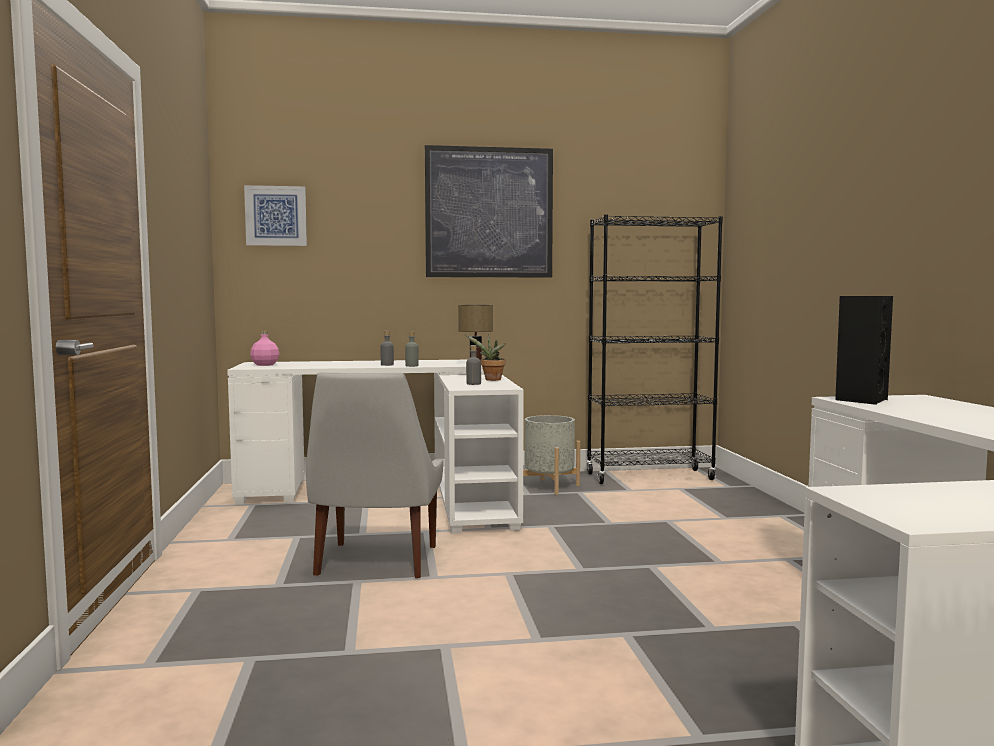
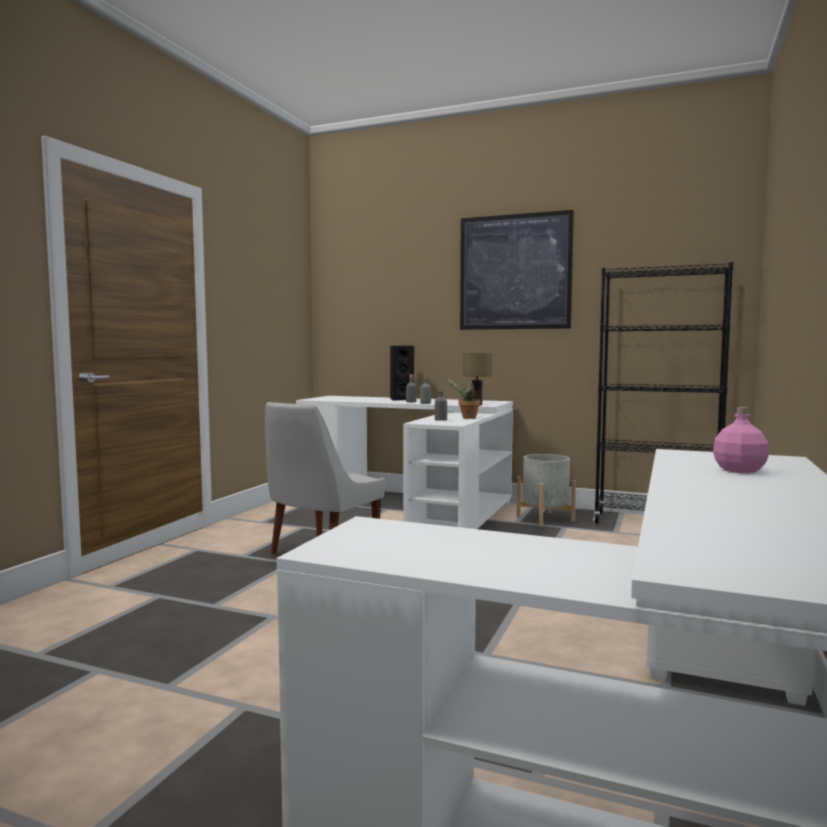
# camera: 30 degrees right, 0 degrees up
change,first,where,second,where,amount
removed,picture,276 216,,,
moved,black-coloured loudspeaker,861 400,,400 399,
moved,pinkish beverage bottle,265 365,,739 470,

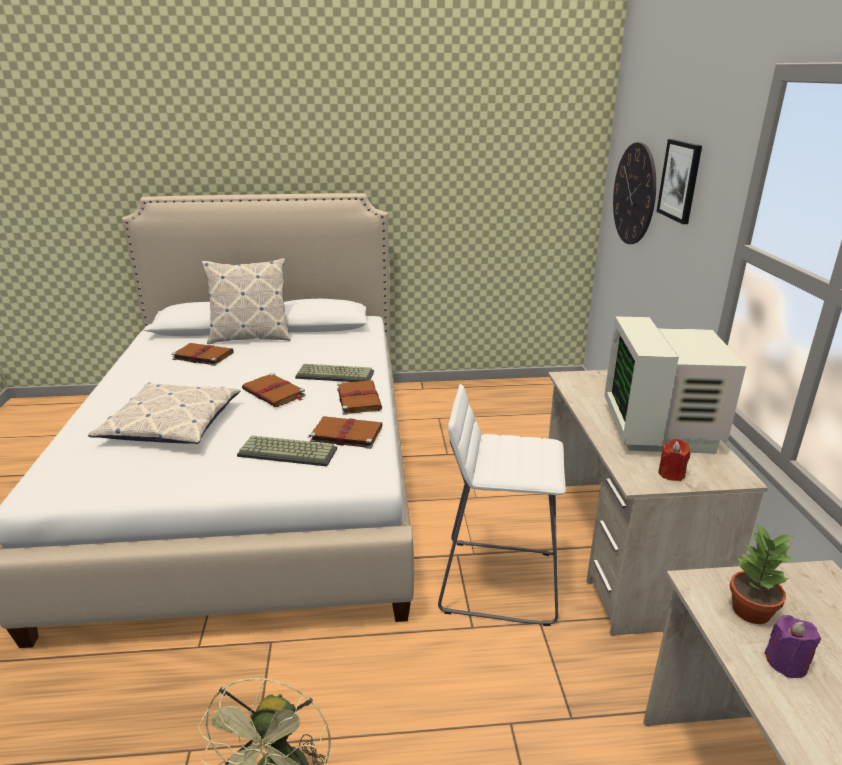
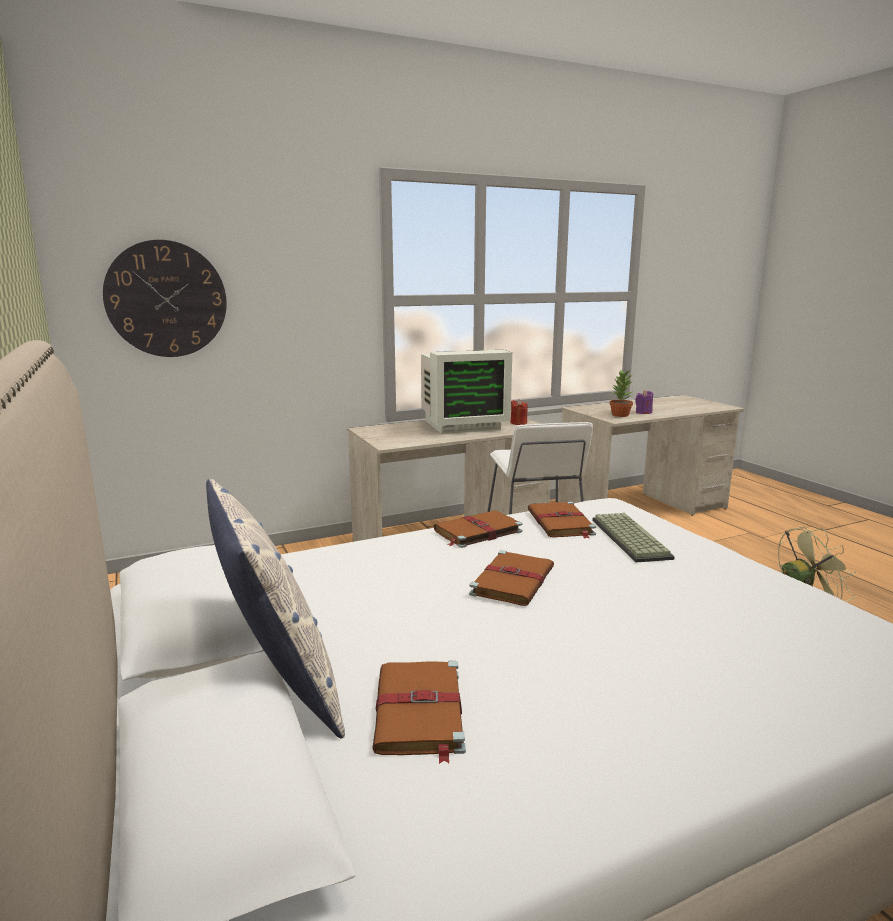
# camera: 110 degrees left, 10 degrees down
change,first,where,second,where,amount
removed,picture,680 180,,,
removed,computer keyboard,336 374,,,
removed,throw pillow,172 424,,,

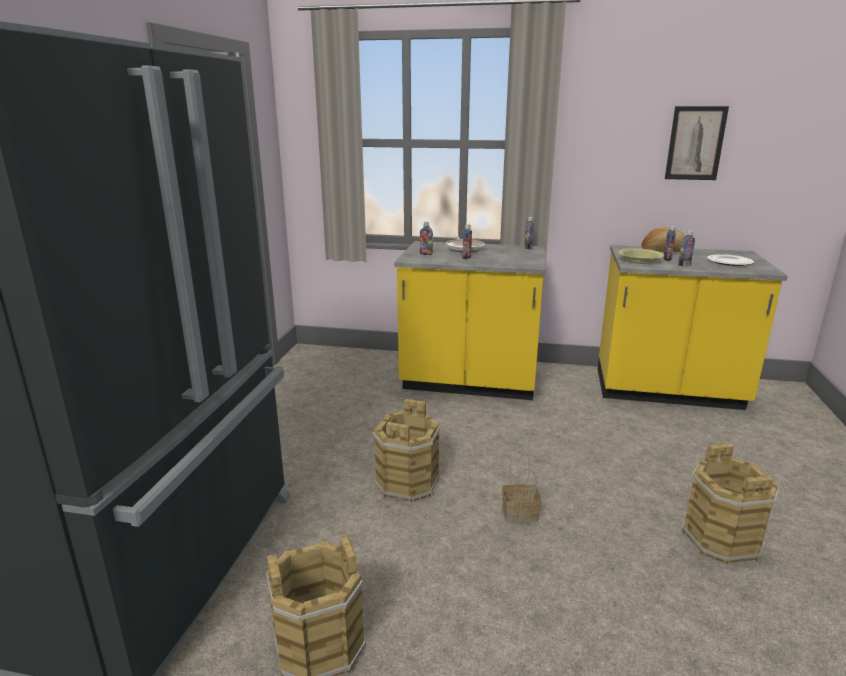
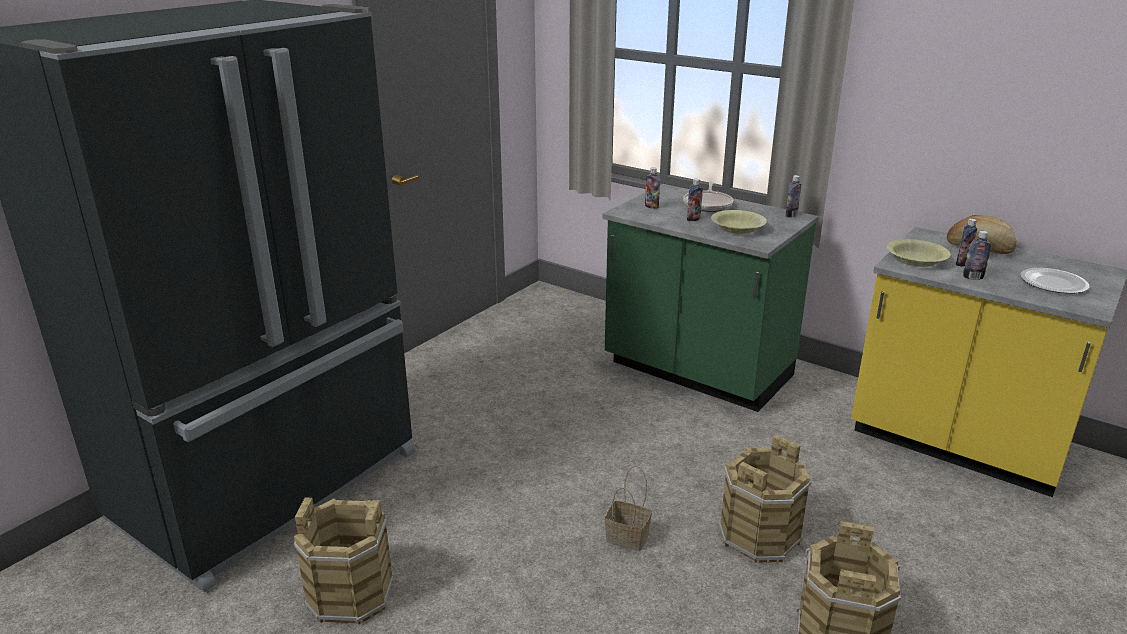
# camera: 25 degrees right, 5 degrees up
change,first,where,second,where,amount
removed,picture,695 143,,,
recoloured,yellowish kitchen base unit,469 383,green kitchen base unit,697 372,
moved,brownish pail,408 483,,759 536,
added,,,yellowish deep dish,738 229,

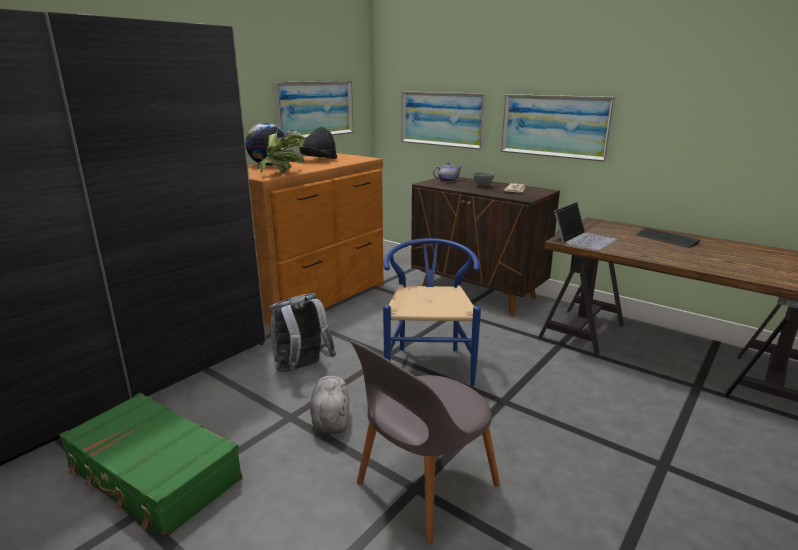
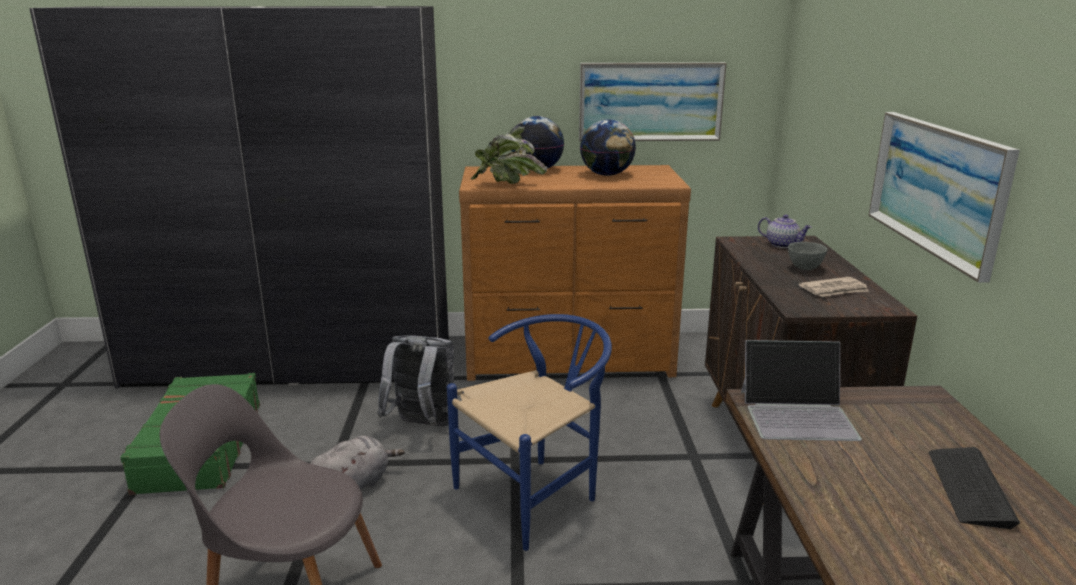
# camera: 50 degrees right, 0 degrees up
change,first,where,second,where,amount
removed,picture,442 119,,,
replaced,black-coloured clothing hat,319 160,desk globe,607 175,

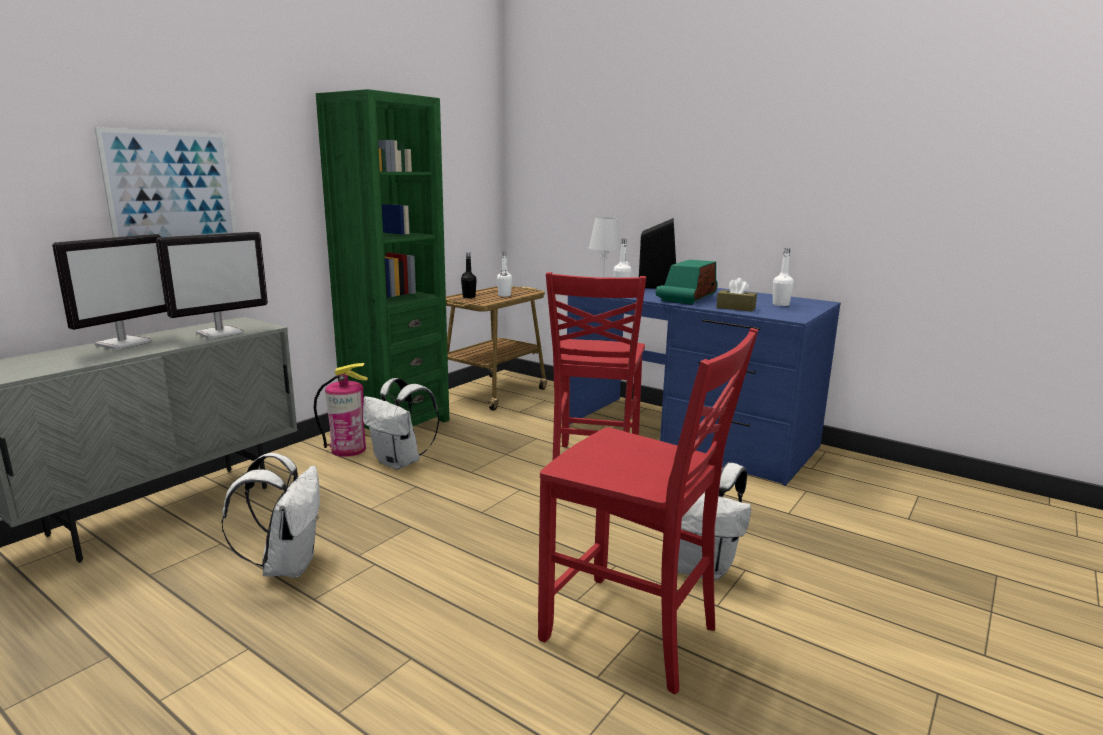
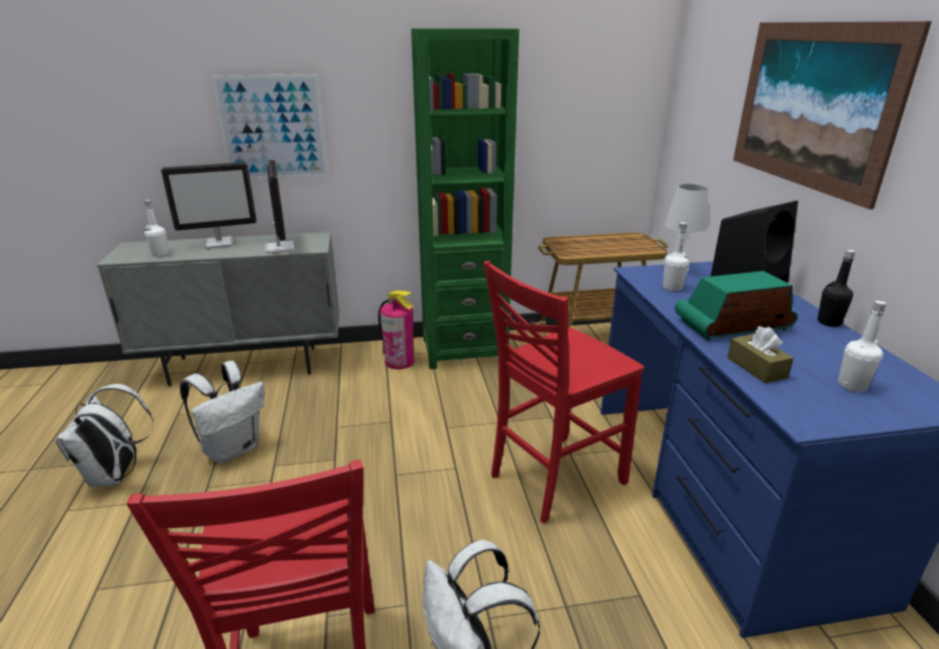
# camera: 45 degrees right, 10 degrees up
change,first,where,second,where,amount
turned,computer screen,221 333,,280 248,105 degrees counterclockwise
moved,white-coloured beverage bottle,504 295,,160 254,
moved,black-coloured beverage bottle,469 297,,829 322,
moved,white-coloured rucksack,400 462,,116 475,
added,,,picture,812 105,

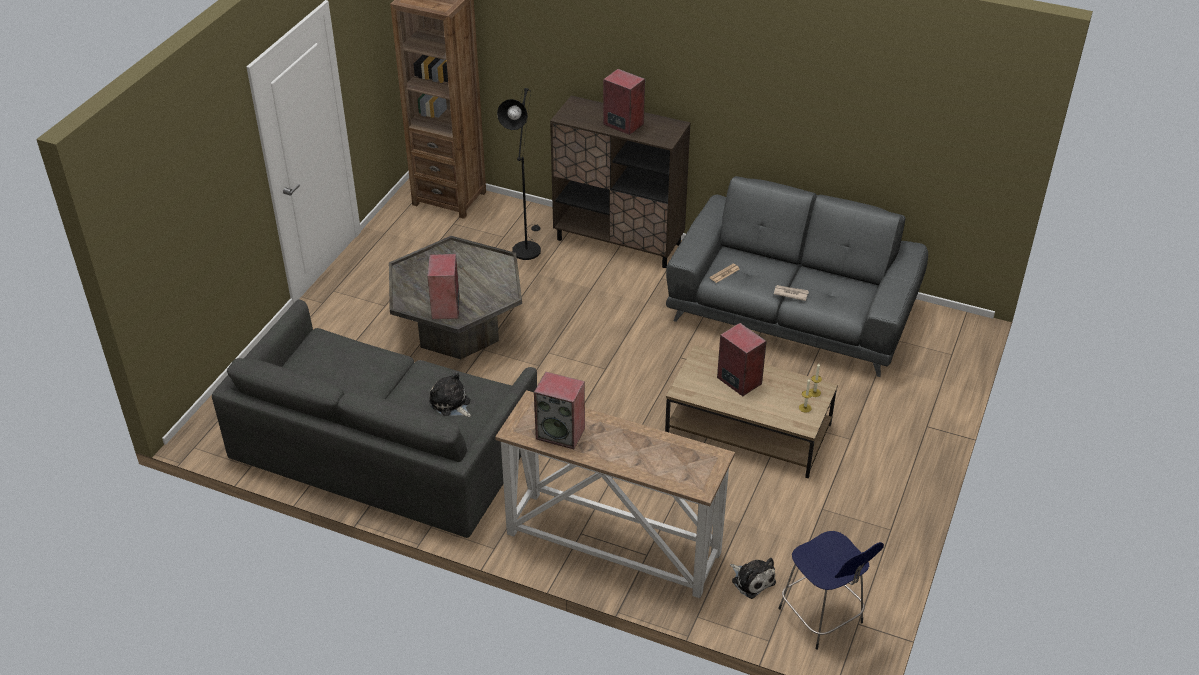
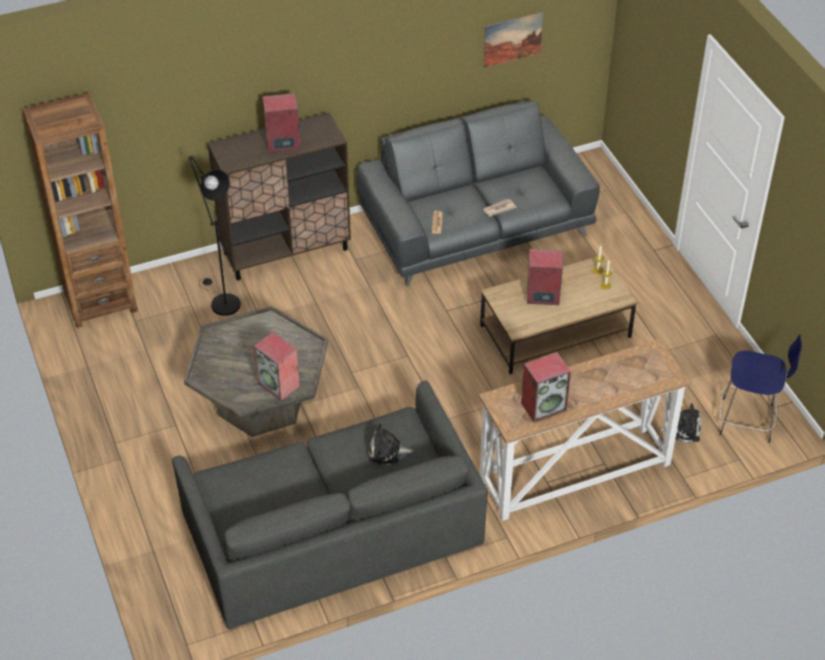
# camera: 45 degrees left, 5 degrees up
change,first,where,second,where,amount
added,,,picture,512 39,

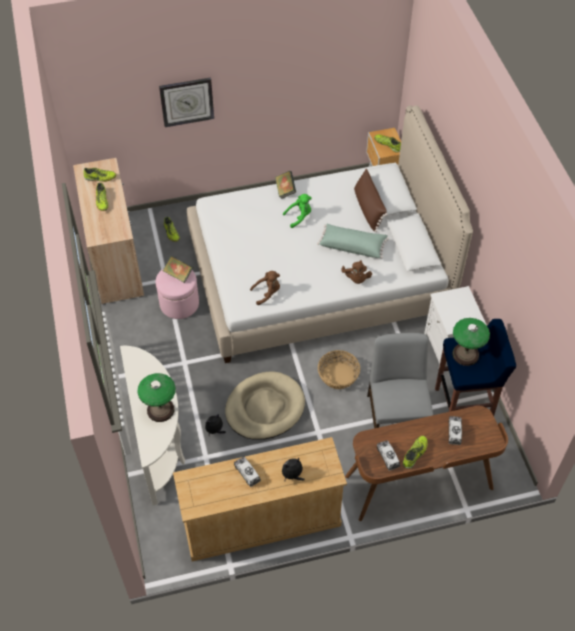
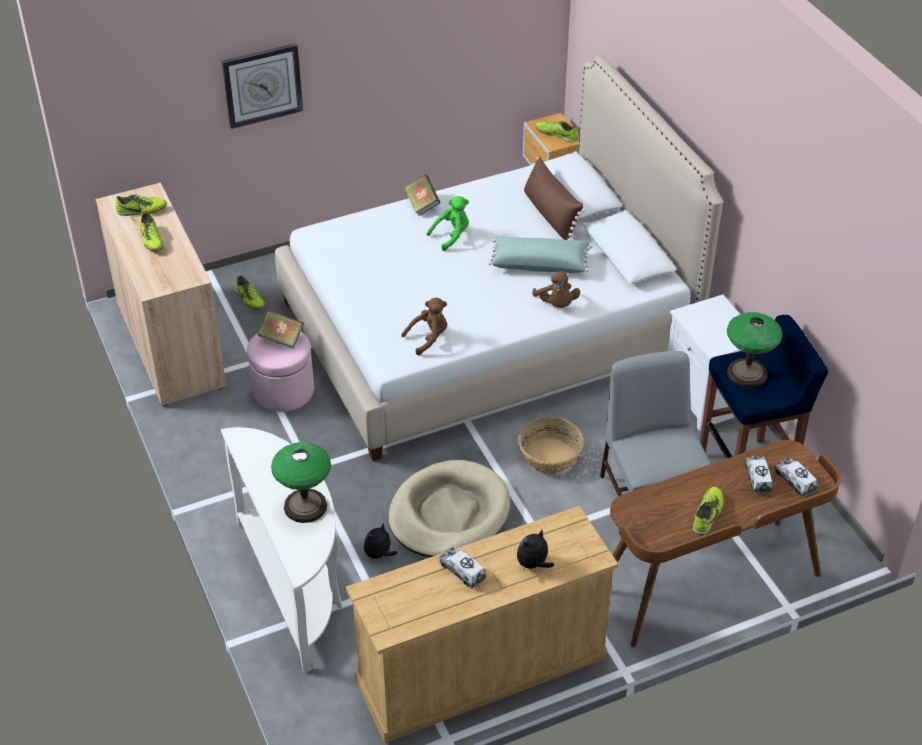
# camera: 10 degrees left, 10 degrees down
change,first,where,second,where,amount
moved,toy lorry,387 457,,795 481,

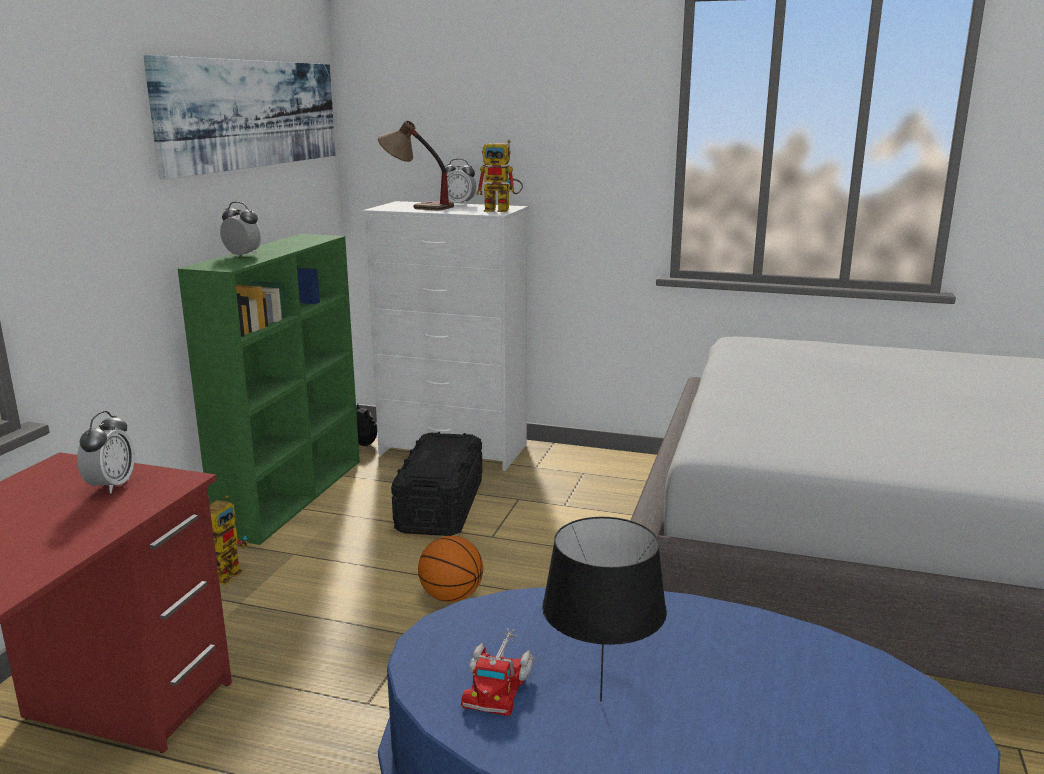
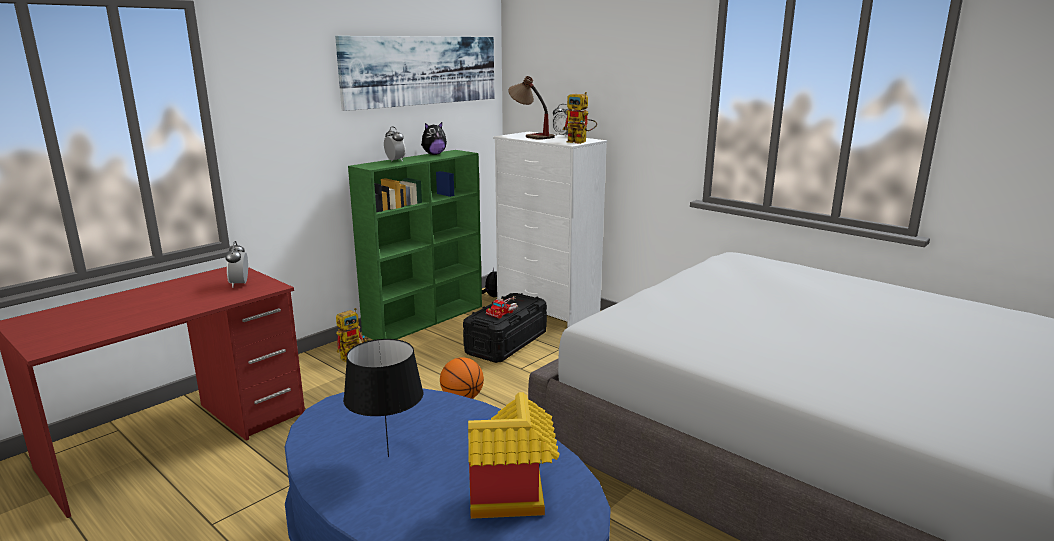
# camera: 25 degrees right, 0 degrees up
change,first,where,second,where,amount
turned,alarm clock,111 486,,240 284,135 degrees clockwise
moved,toy lorry,498 684,,503 312,
added,,,soft toy,434 154,
added,,,toy house,513 500,

